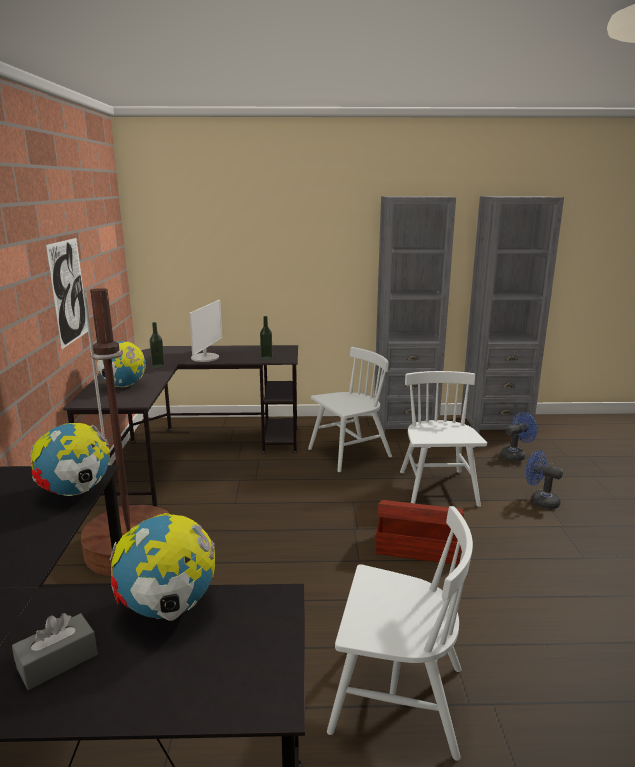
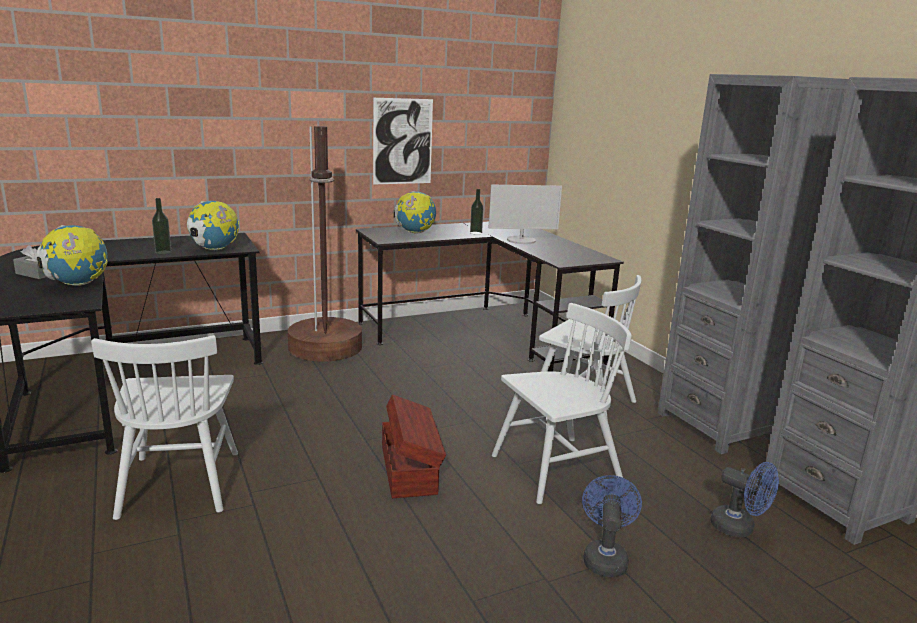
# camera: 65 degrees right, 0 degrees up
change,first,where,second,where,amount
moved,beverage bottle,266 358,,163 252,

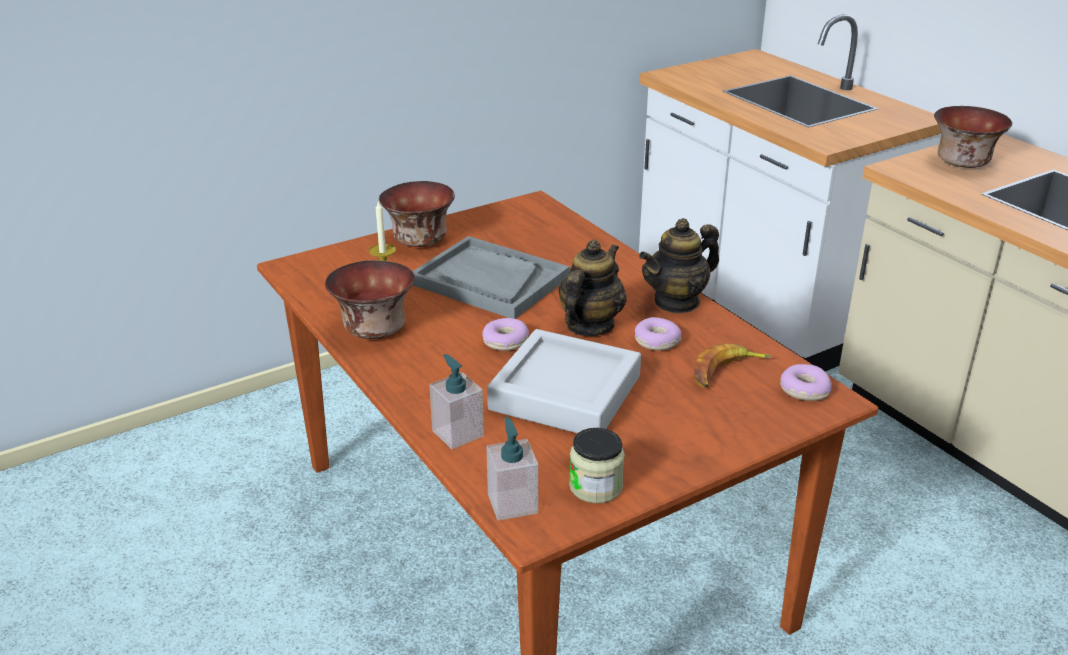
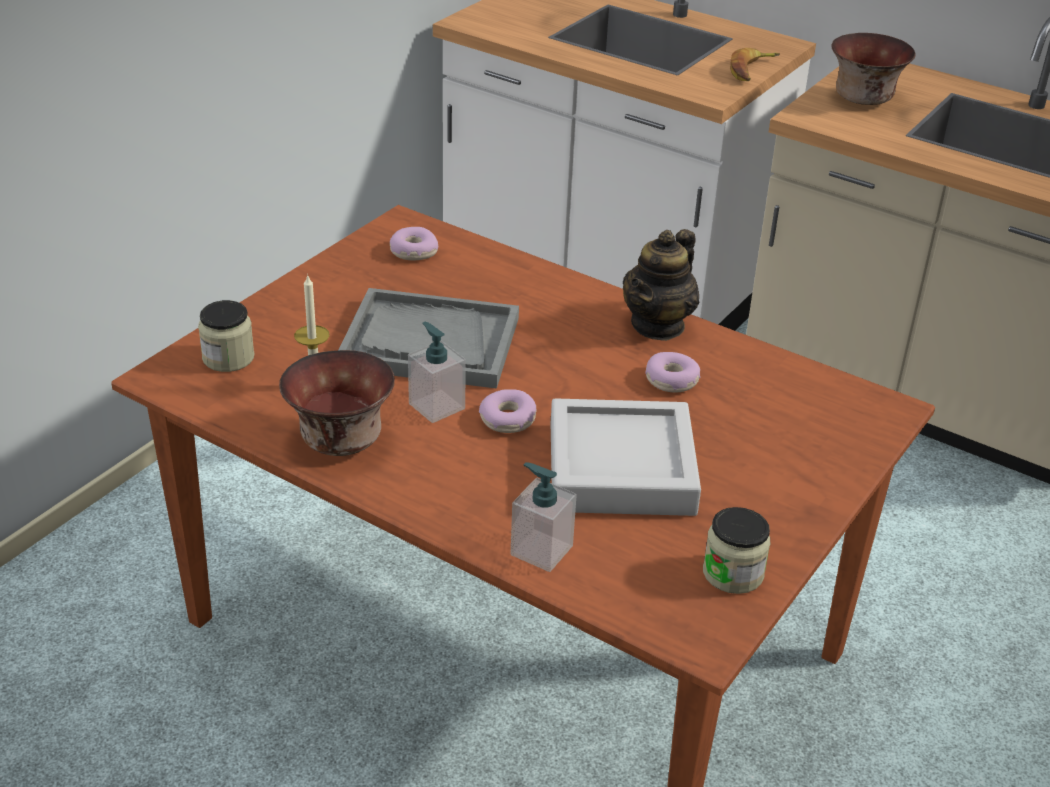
# camera: 25 degrees left, 5 degrees up
change,first,where,second,where,amount
removed,deep dish,420 241,,,
removed,teapot,590 326,,,
moved,whole banana,726 372,,751 70,
moved,ring doughnut,803 390,,413 251,
moved,soap bottle,512 503,,436 406,
added,,,preserve jar,228 358,

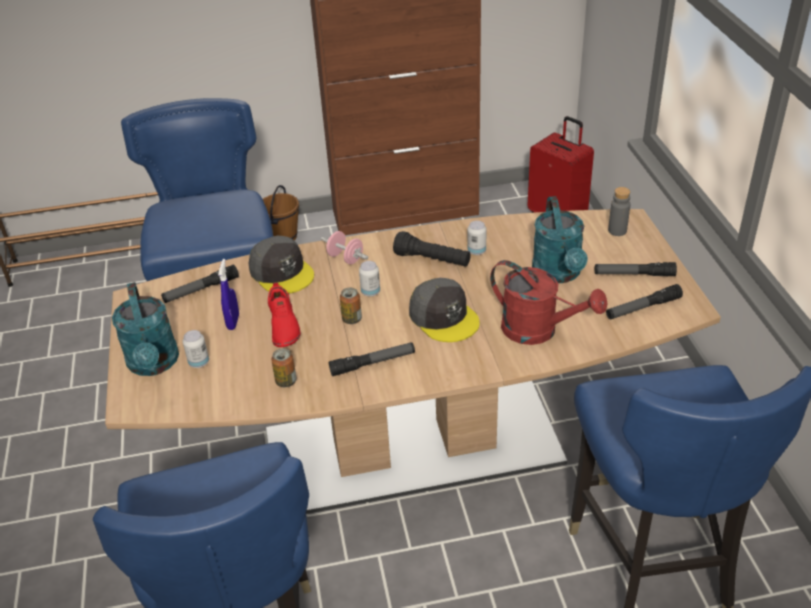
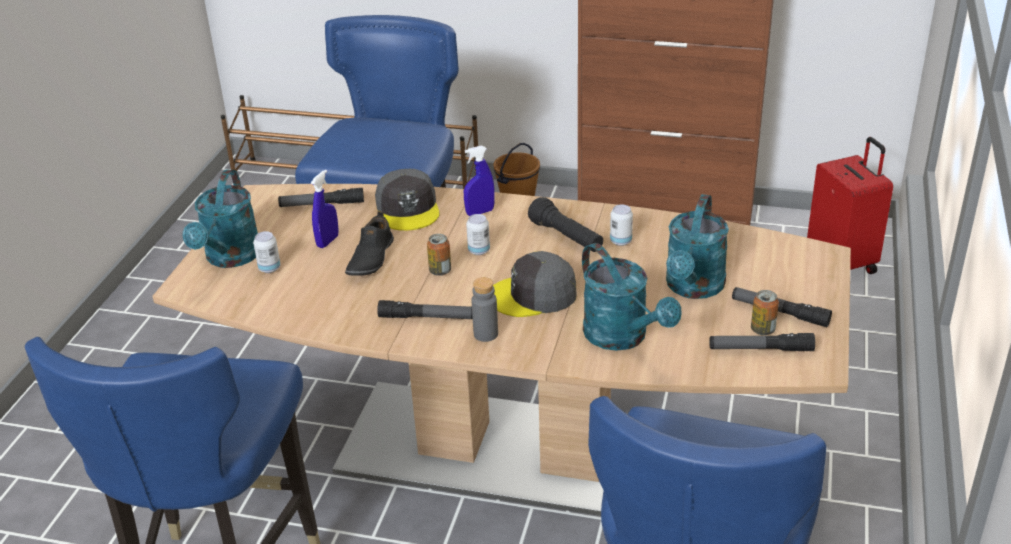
# camera: 25 degrees right, 5 degrees down
change,first,where,second,where,amount
moved,greyish beverage bottle,617 231,,486 334,
replaced,pinkish hand weight,345 258,blue hand sprayer,480 212,
recoloured,red-coloured watering can,539 331,blue-green watering can,623 337,
turned,greyish cap,444 317,,533 295,90 degrees clockwise
recoloured,red-coloured item of footwear,283 326,black-coloured item of footwear,370 258,
moved,can,286 381,,762 329,

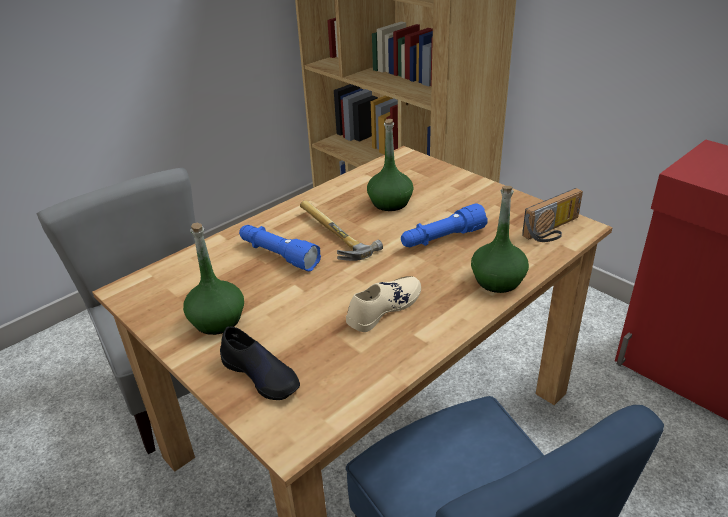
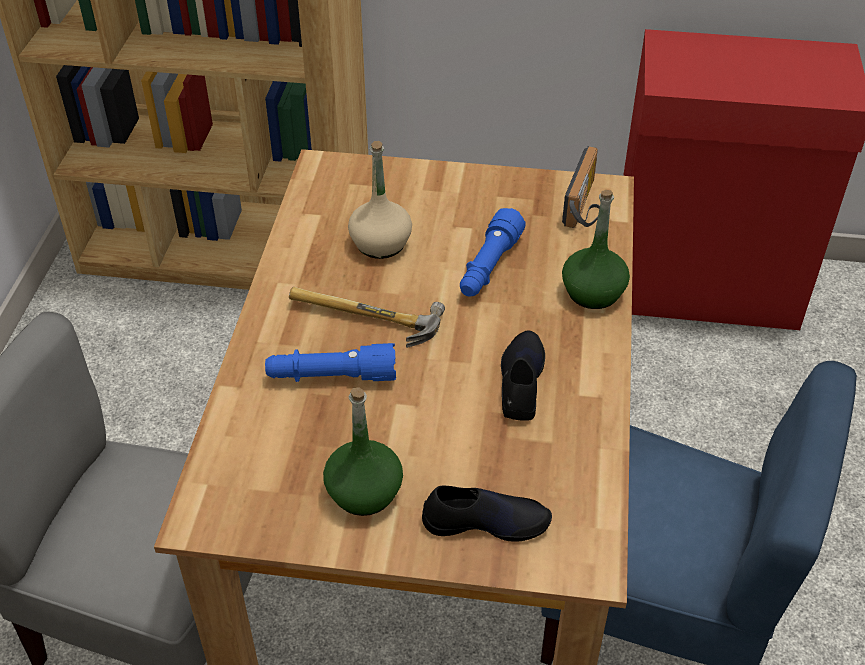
# camera: 40 degrees left, 10 degrees up
change,first,where,second,where,amount
recoloured,green beverage bottle,390 203,beige-coloured beverage bottle,381 244,
recoloured,beige-coloured item of footwear,384 308,black-coloured item of footwear,521 382,

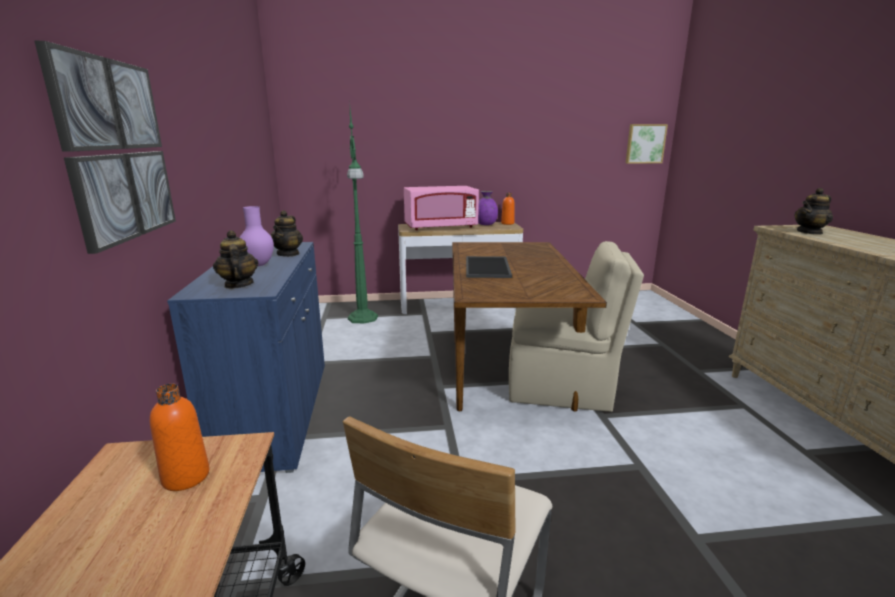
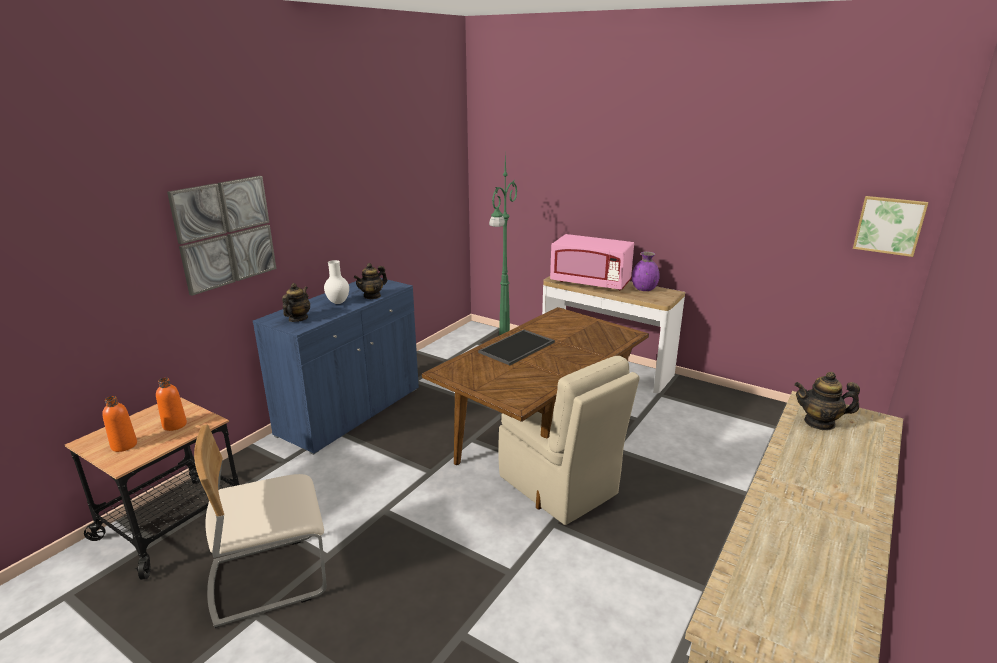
# camera: 40 degrees right, 5 degrees up
change,first,where,second,where,amount
moved,orangey beverage bottle,507 223,,124 445,
recoloured,purplish decorative vase,259 265,white-coloured decorative vase,338 303,

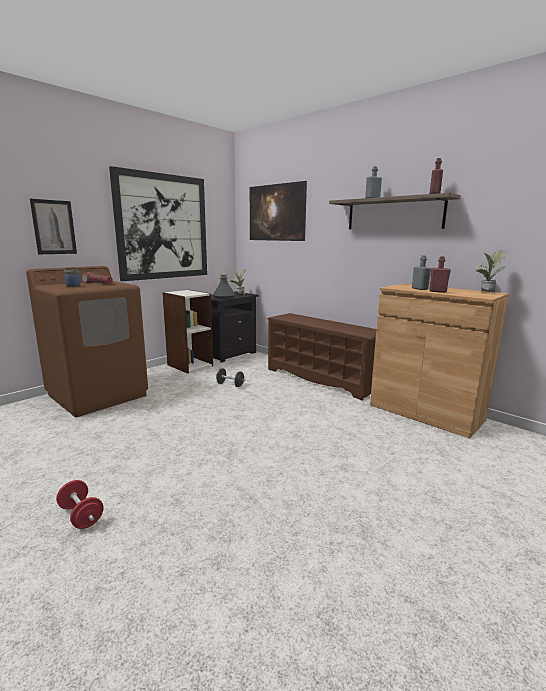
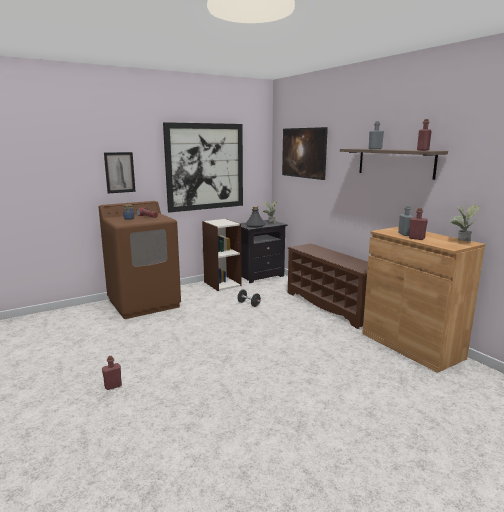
# camera: 15 degrees right, 0 degrees up
change,first,where,second,where,amount
replaced,red-coloured hand weight,81 516,red-coloured beverage bottle,113 386,

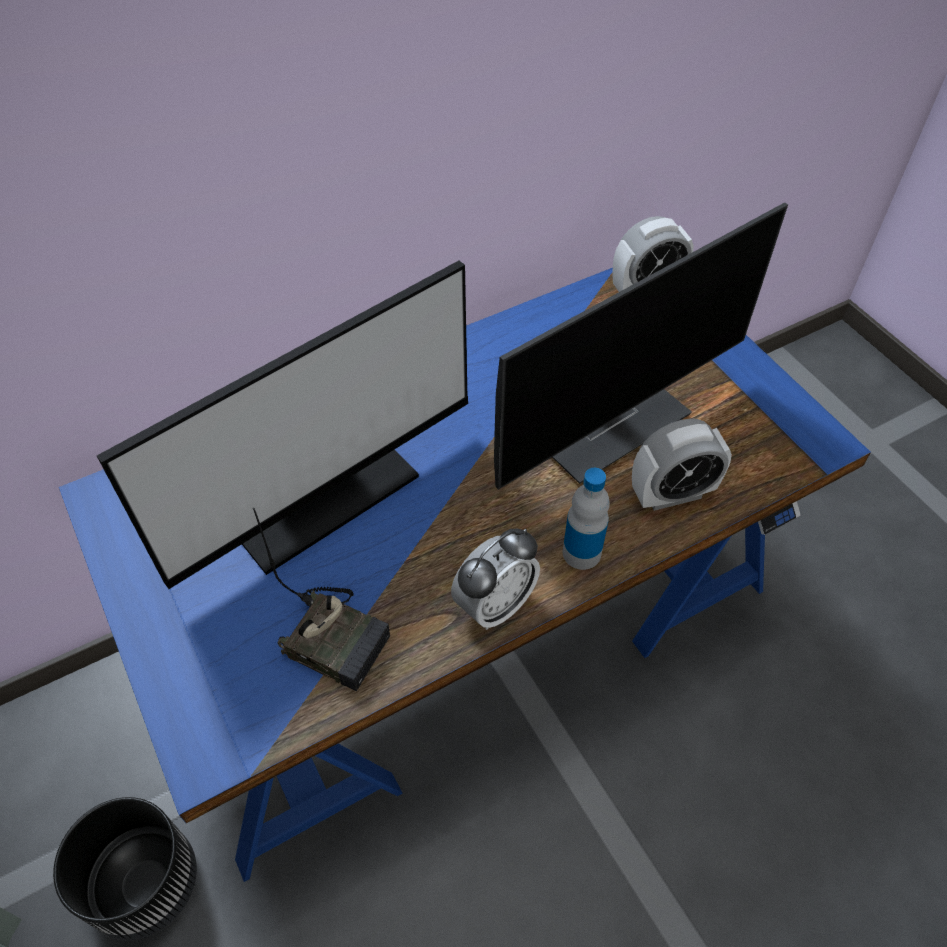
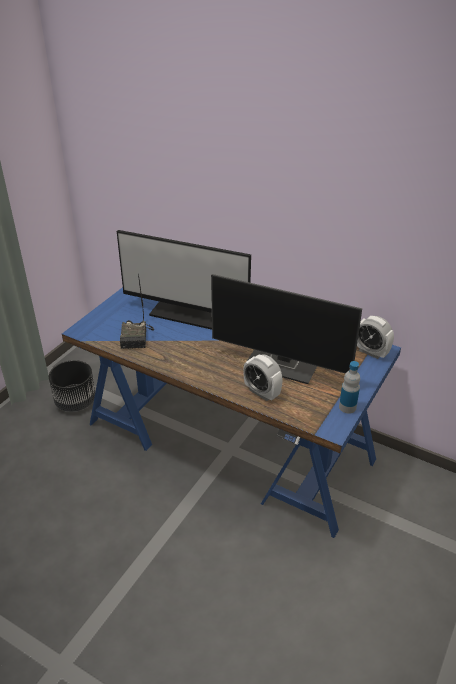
# camera: 60 degrees right, 15 degrees down
change,first,where,second,where,amount
moved,beverage bottle,581 553,,347 407,
removed,alarm clock,495 605,,,

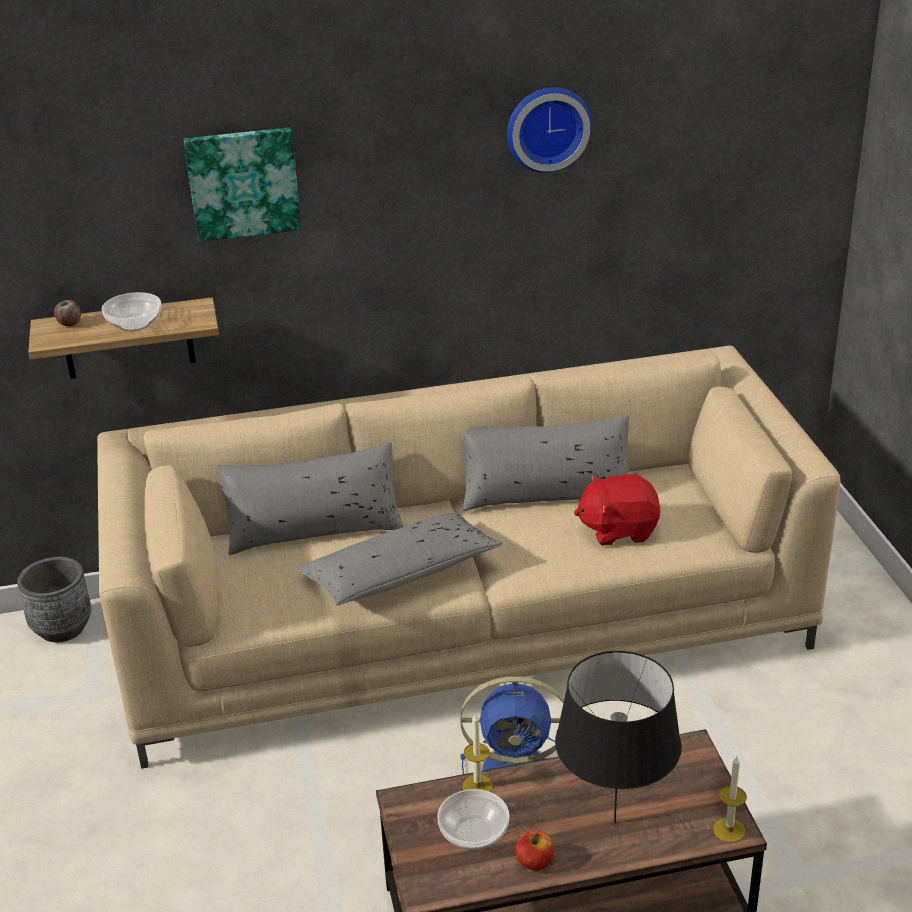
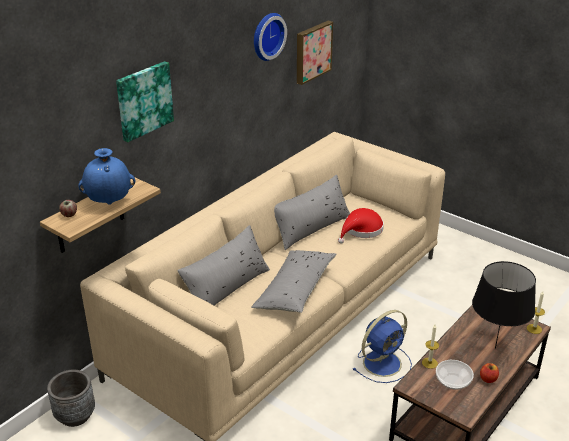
# camera: 40 degrees left, 0 degrees up
change,first,where,second,where,amount
replaced,deep dish,135 324,blue decorative vase,110 202,
replaced,red-coloured soft toy,618 529,red-coloured clothing hat,361 230,
added,,,picture,312 51,

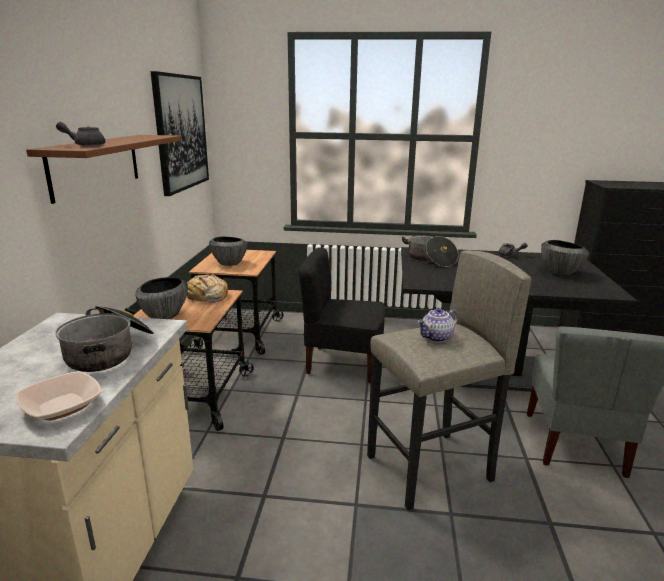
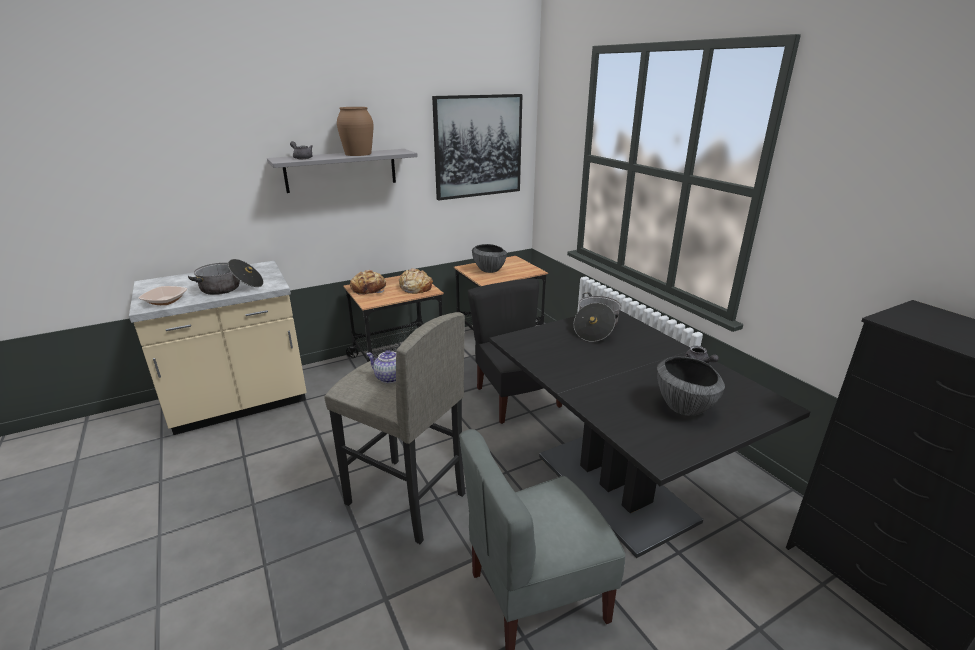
# camera: 55 degrees right, 5 degrees up
change,first,where,second,where,amount
recoloured,brownish shelf,96 165,greyish shelf,341 170,
replaced,deep dish,164 316,bakery bread,369 289,
added,,,brownish decorative vase,358 154,

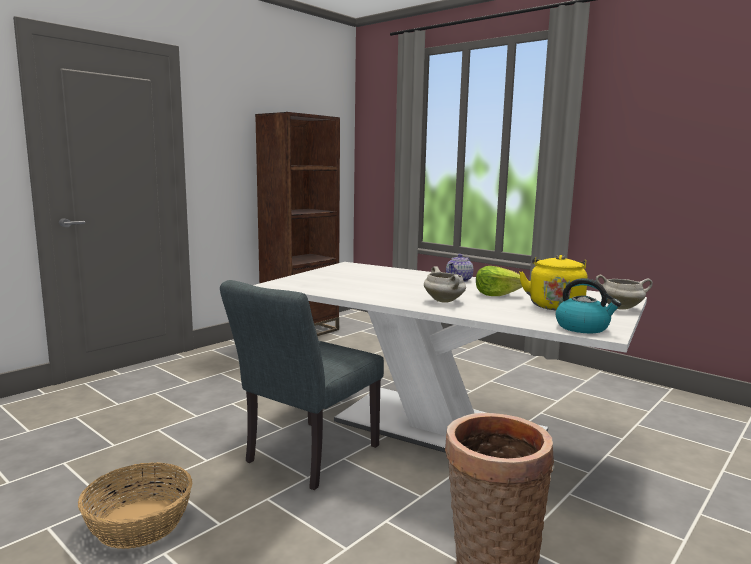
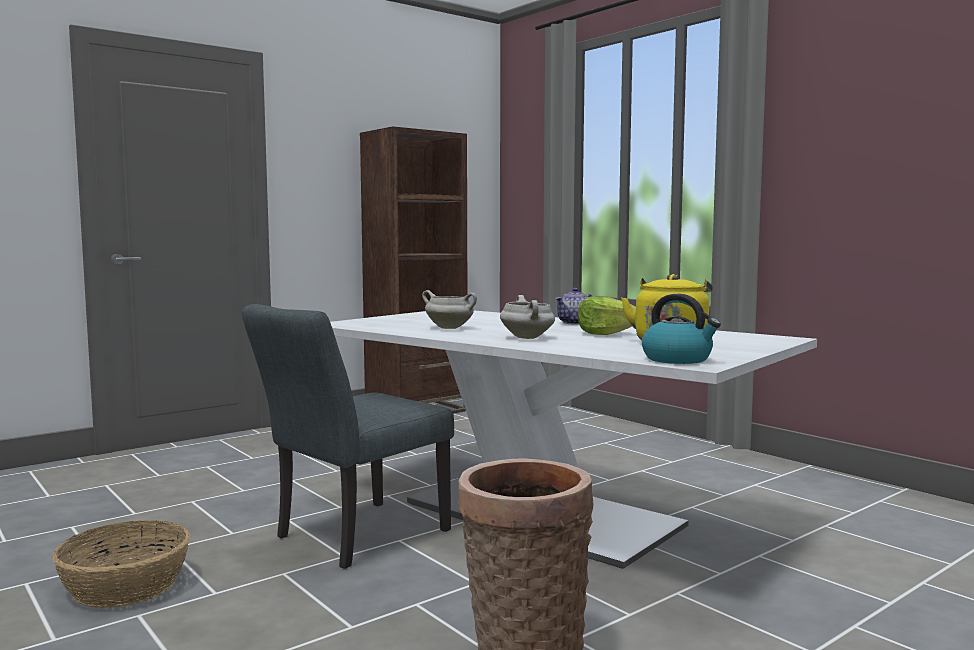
# camera: 10 degrees right, 5 degrees down
change,first,where,second,where,amount
moved,white-coloured saucepot,621 308,,450 328,

